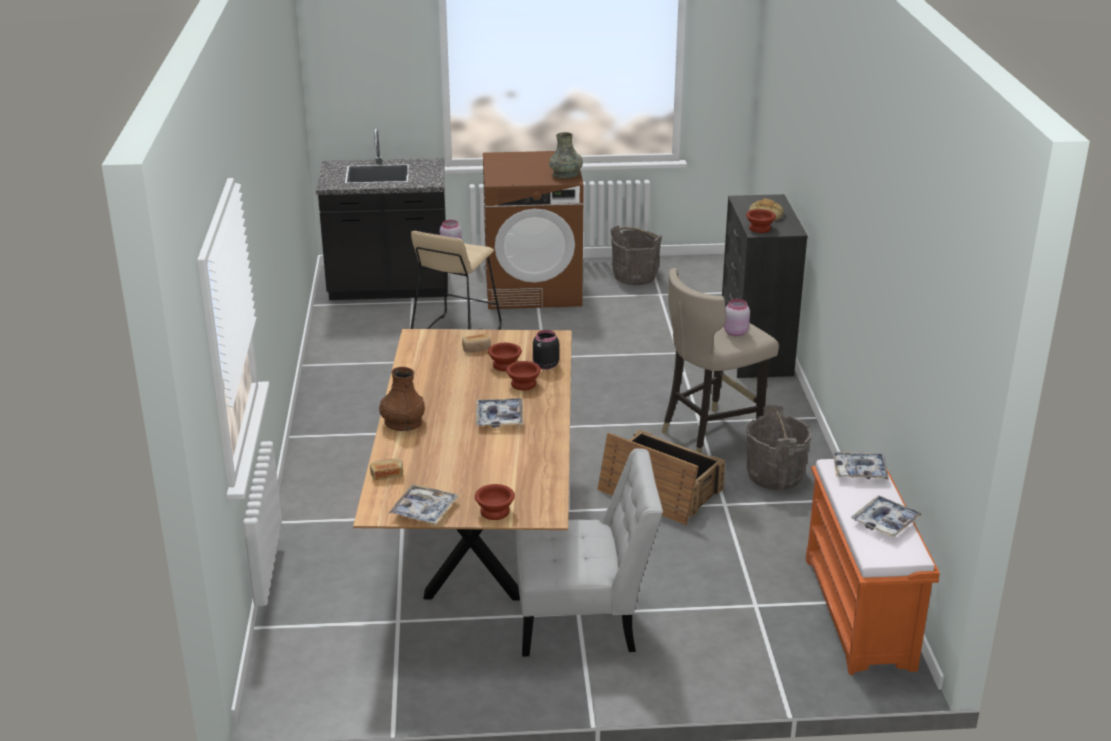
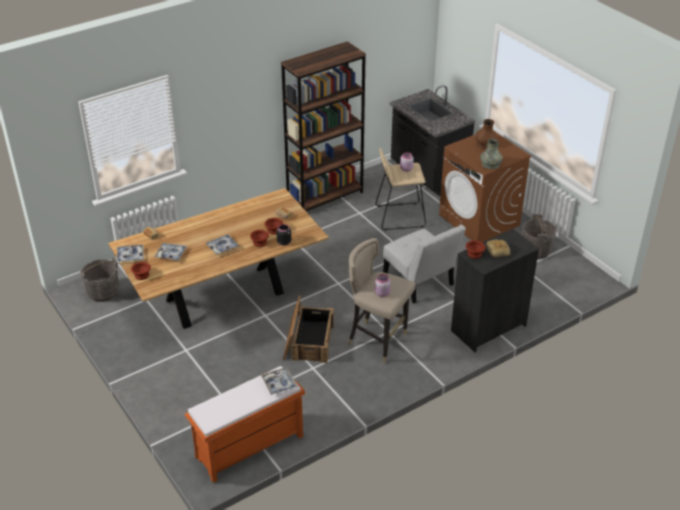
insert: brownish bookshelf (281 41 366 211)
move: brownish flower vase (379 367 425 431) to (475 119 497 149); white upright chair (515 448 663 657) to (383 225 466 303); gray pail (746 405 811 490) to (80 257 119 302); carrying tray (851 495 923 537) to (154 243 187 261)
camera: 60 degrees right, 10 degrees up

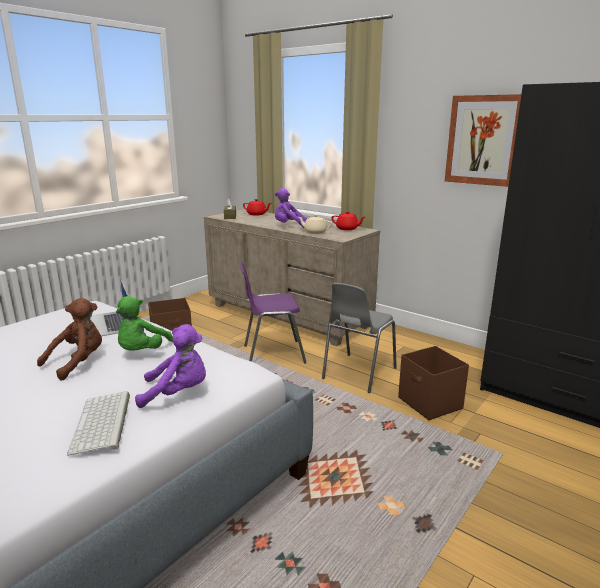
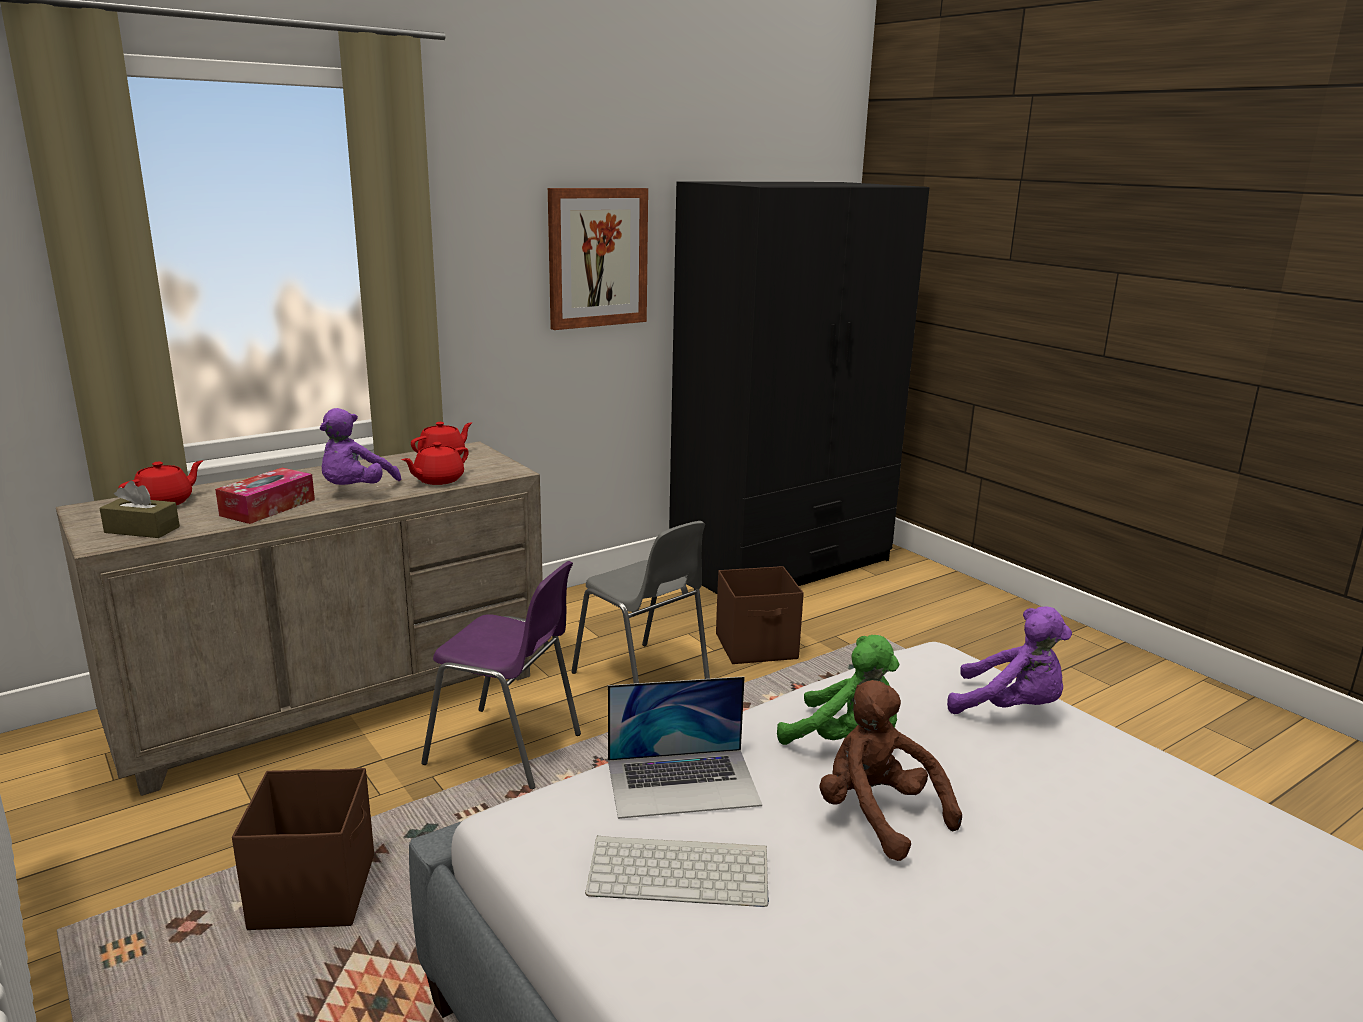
insert: tissue holder (215 468 315 524)
move: computer keyboard (67 392 130 456) to (585 835 769 907)
recolor: beige-coloured teapot (298 214 332 234) to red teapot (401 442 468 485)
rotate: purple-coloured soft toy (135 324 206 408) = (947 606 1072 714) 105 degrees clockwise; purple-coloured upright chair (239 262 307 364) = (421 561 581 789) 75 degrees counterclockwise
camera: 75 degrees left, 0 degrees up

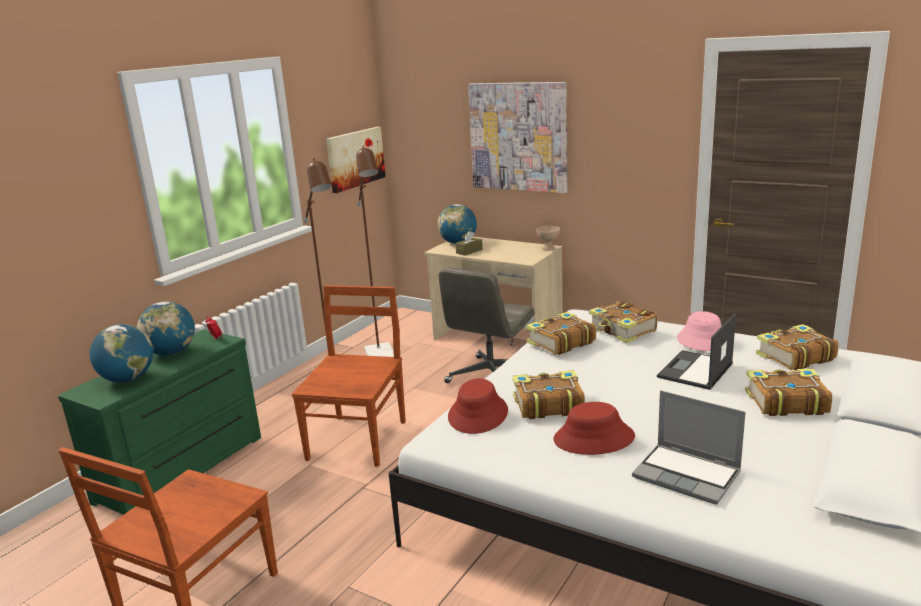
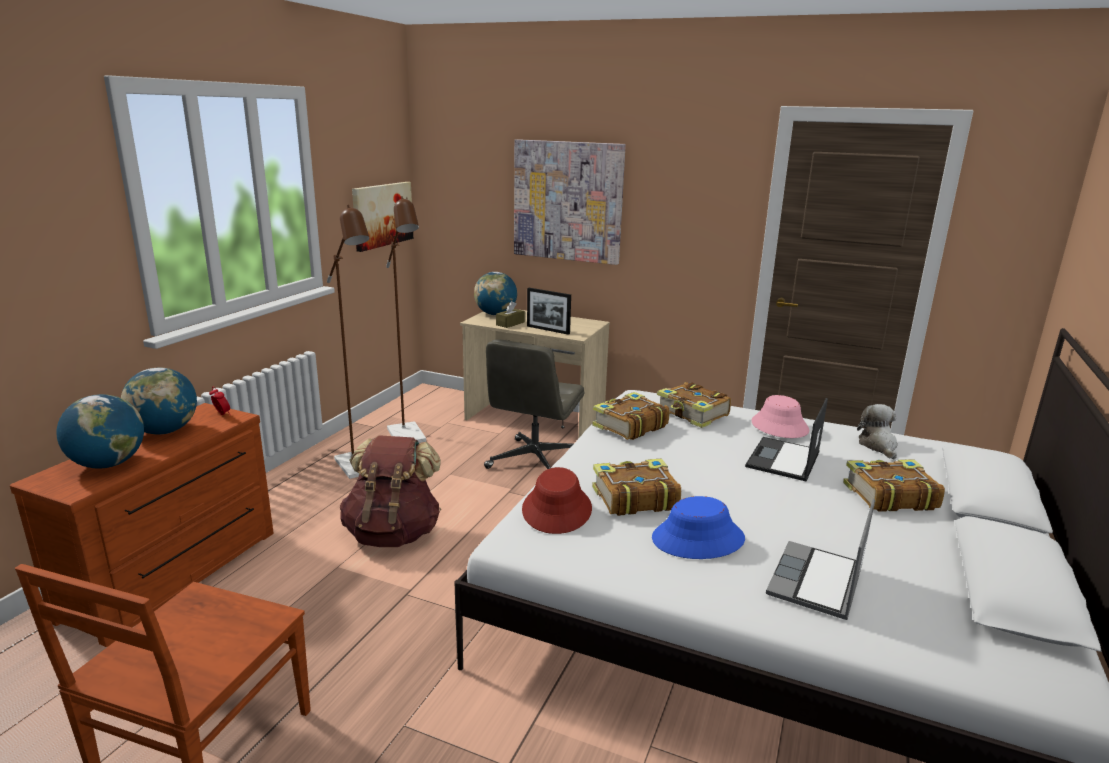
delete: beige-coloured deep dish (536 226 560 251)
insert: photo frame (527 288 571 335)
replace: brownish upright chair (291 285 406 467) to brownish rucksack (340 435 441 547); volume (756 324 839 370) to soft toy (857 404 898 459)
recolor: green dresser (58 329 261 515) to brownish dresser (10 403 274 647); red hat (554 402 635 455) to bluish hat (652 496 745 559)
rotate: laptop (632 390 746 505) = (766 499 875 620) 90 degrees clockwise
camera: 10 degrees left, 0 degrees up

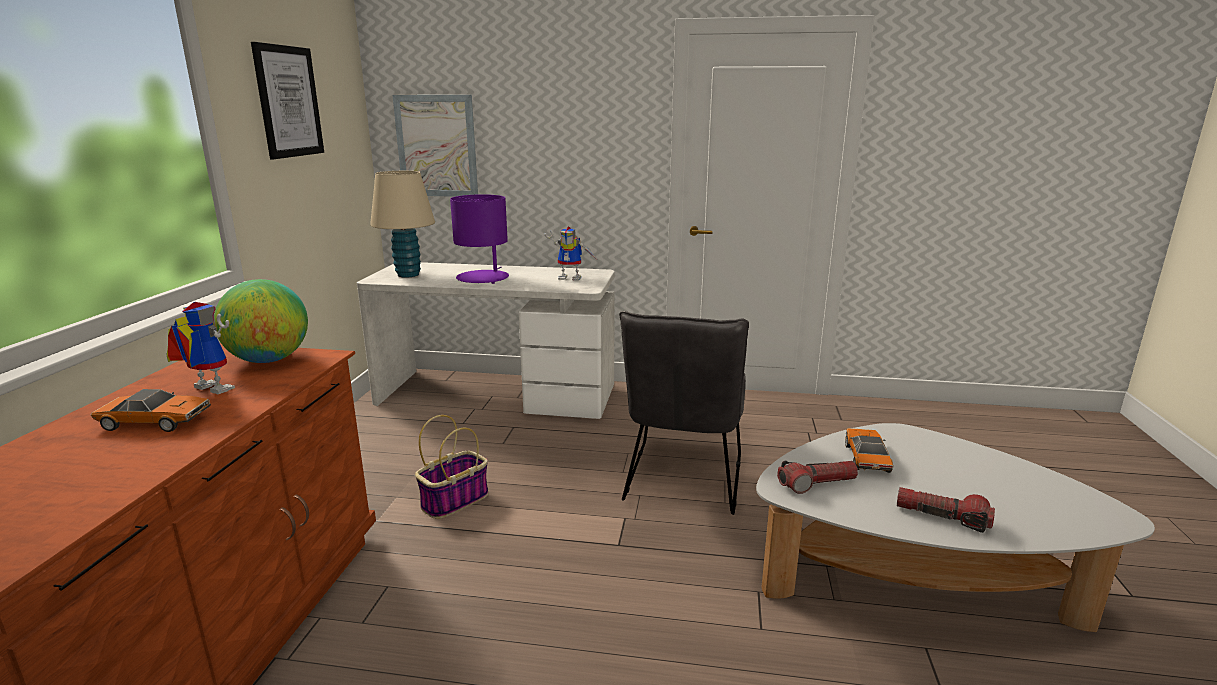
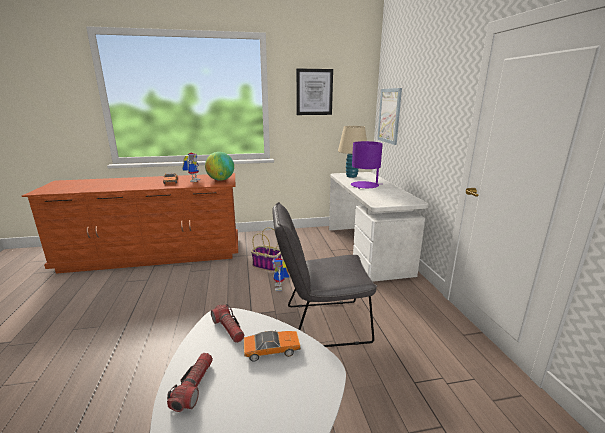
move: model robot (545 226 595 281) to (272 256 289 291)
camera: 70 degrees right, 0 degrees up

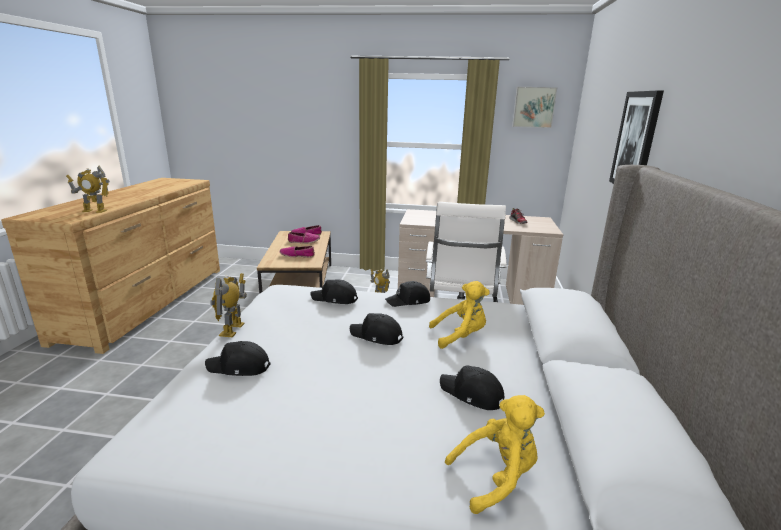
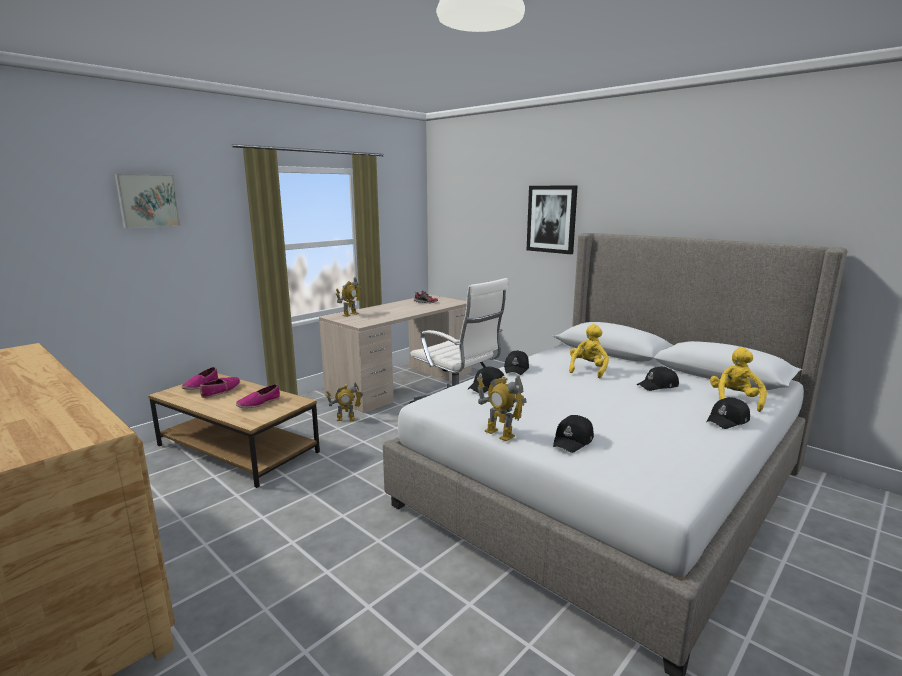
move: model robot (66 165 110 213) to (336 277 362 317); black peaked cap (350 313 403 345) to (706 397 750 429); wall art (512 87 558 128) to (115 174 181 228)
camera: 55 degrees left, 5 degrees down

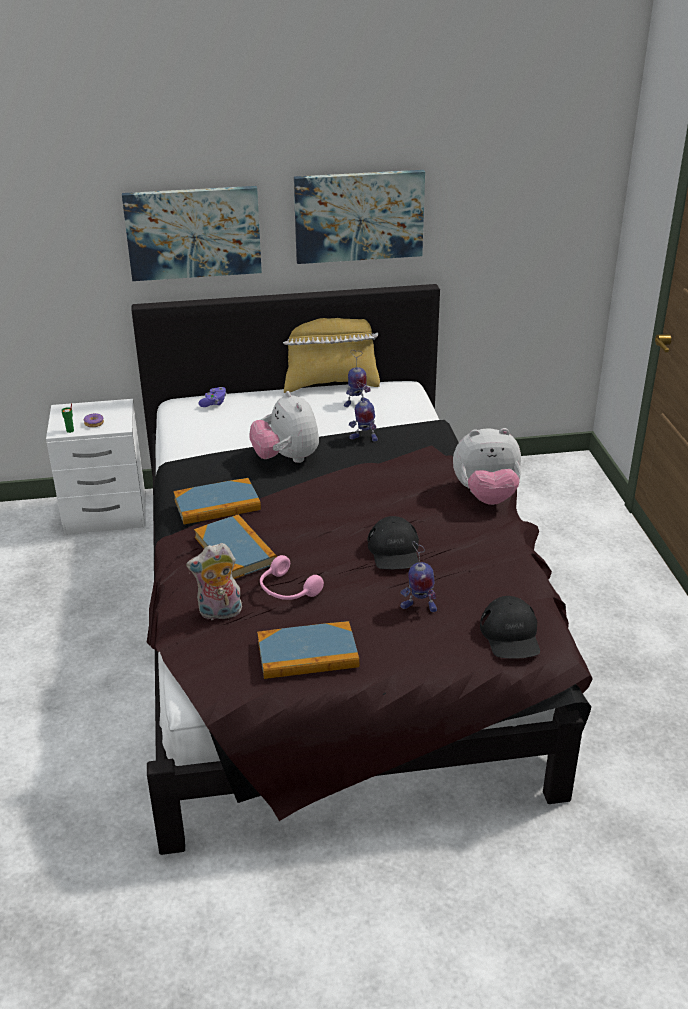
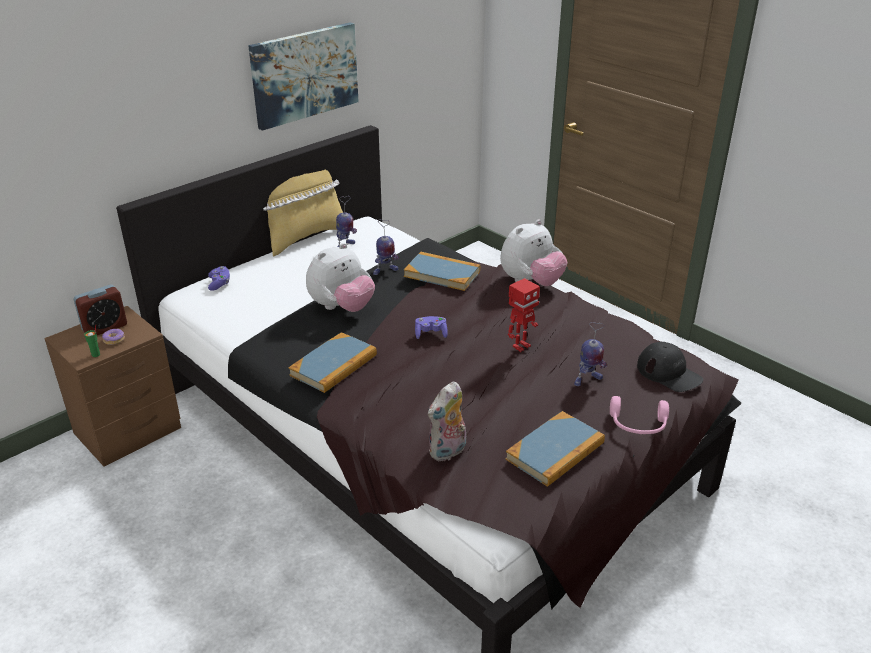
delete: wall art (122 186 262 281)
insert: table clock (73 285 127 335); purple-coloured game controller (415 316 448 339)
move: volume (194 514 277 579) to (404 252 480 291); pinkish headset (260 555 324 600) to (610 396 669 434)
replace: black peaked cap (368 516 419 569) to model robot (508 278 540 352)
recolor: white nightstand (46 399 145 534) to brownish nightstand (44 306 181 466)
rotate: soft toy (250 391 319 463) = (306 243 375 312) 75 degrees counterclockwise
camera: 35 degrees left, 0 degrees up

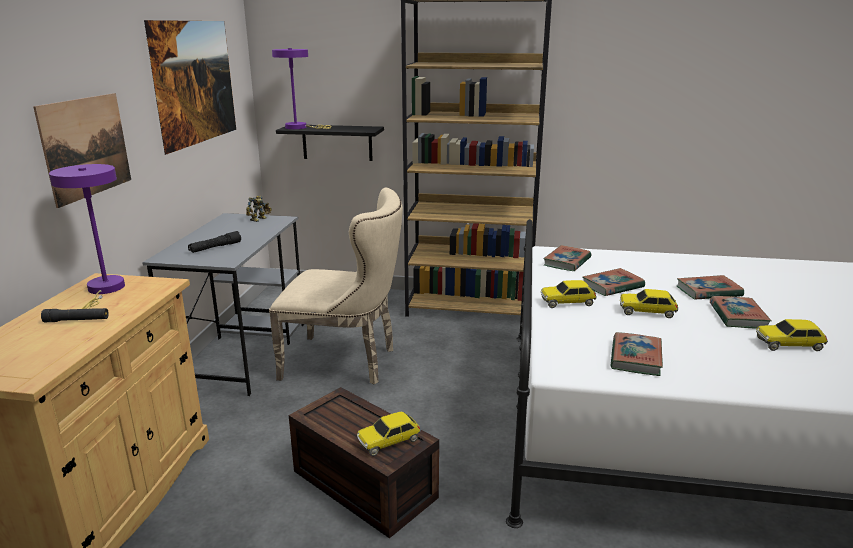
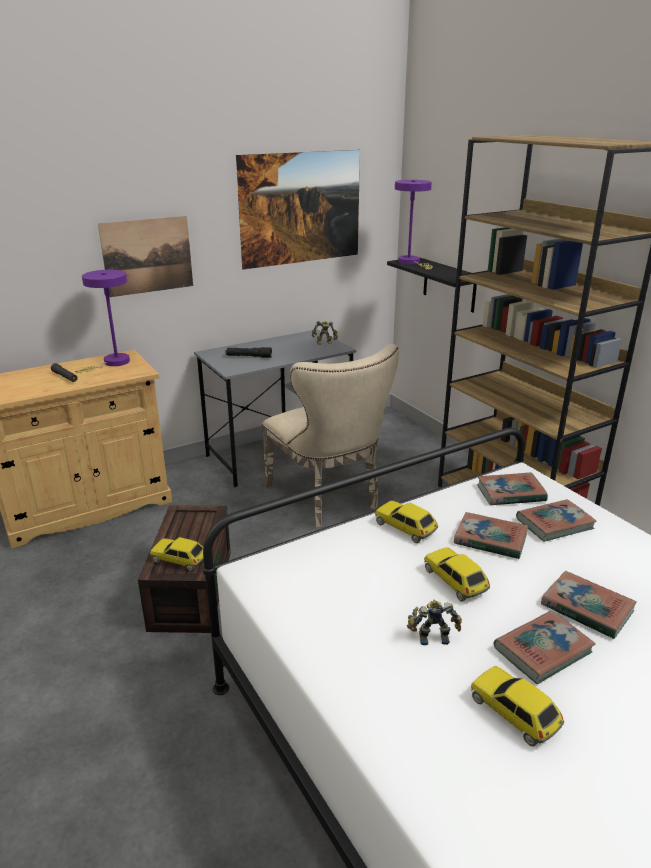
insert: model robot (407 600 462 645)
move: volume (611 332 663 376) to (516 499 597 542)
camera: 50 degrees right, 5 degrees up

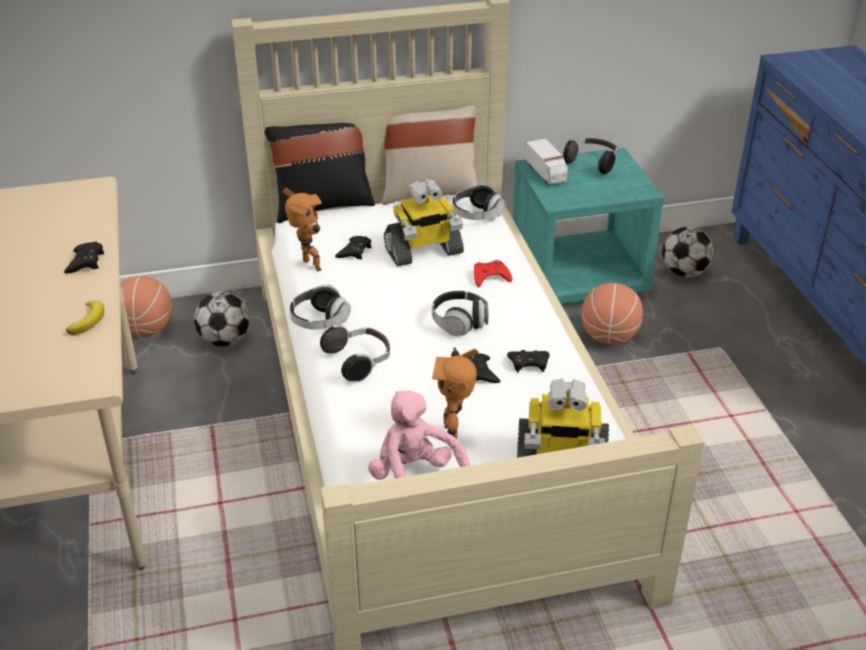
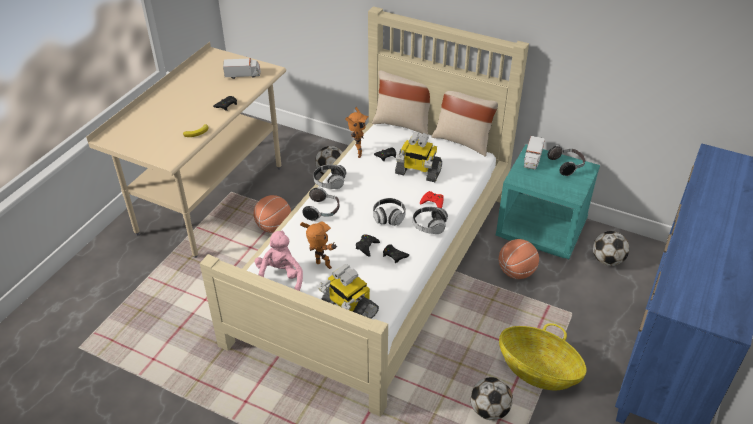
insert: toy lorry (223 58 261 79); ball for football (471 377 513 420); storage basket (499 323 587 390)
move: basketball ball (120 276 172 337) to (254 195 291 233); headset (452 184 505 220) to (413 207 448 234)
recolor: black cushion (265 123 375 223) to beige-coloured cushion (372 70 430 135)
rotate: model robot (432 347 478 439) = (300 221 338 269) 90 degrees clockwise
camera: 40 degrees right, 5 degrees up

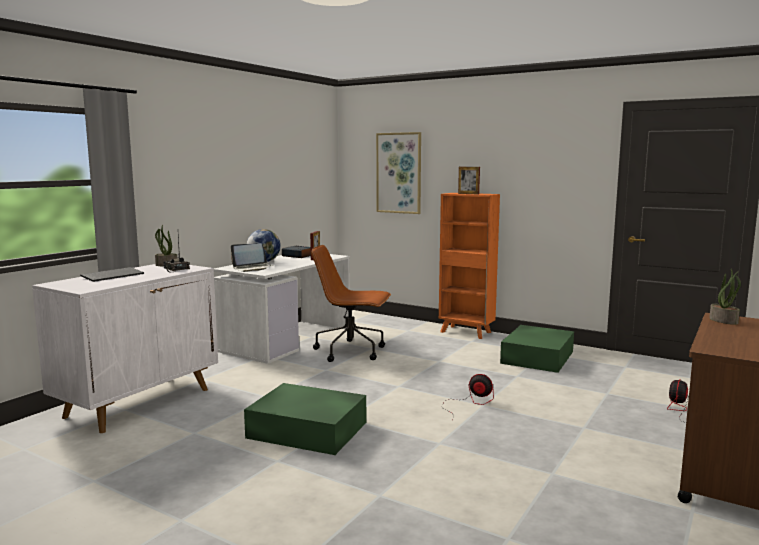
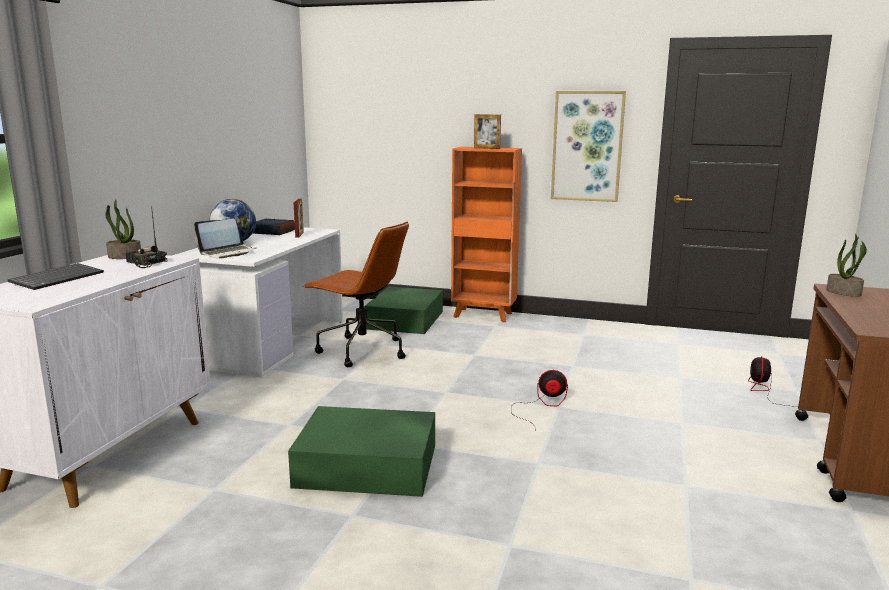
move: wall art (376 132 421 214) to (551 91 626 202); green storage bin (500 325 574 373) to (364 287 443 334)
rotate: brownish desk chair (311 245 391 362) = (303 221 409 367) 150 degrees counterclockwise
camera: 15 degrees left, 5 degrees up

